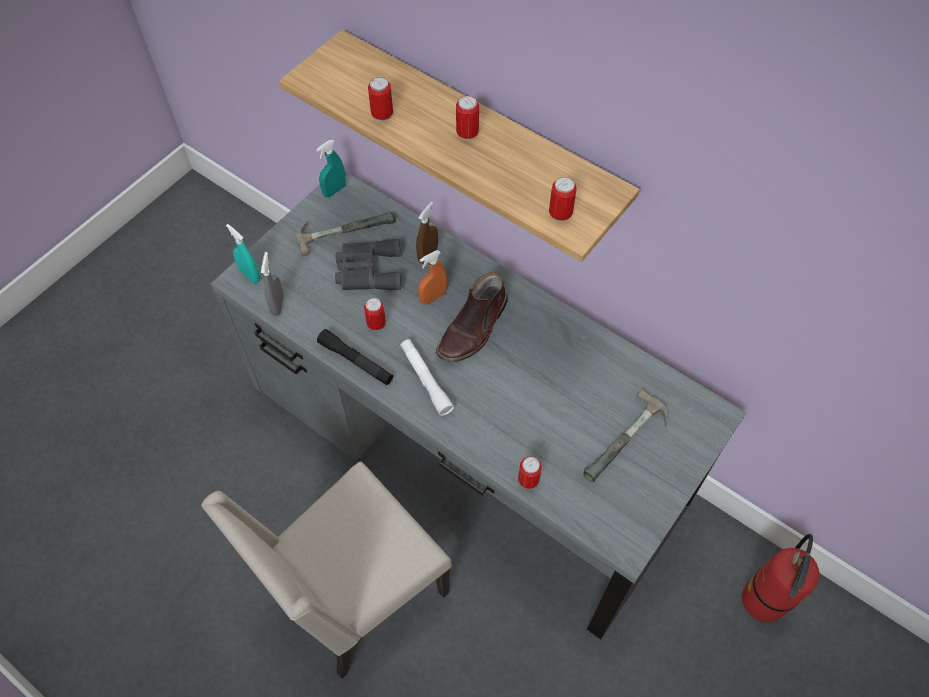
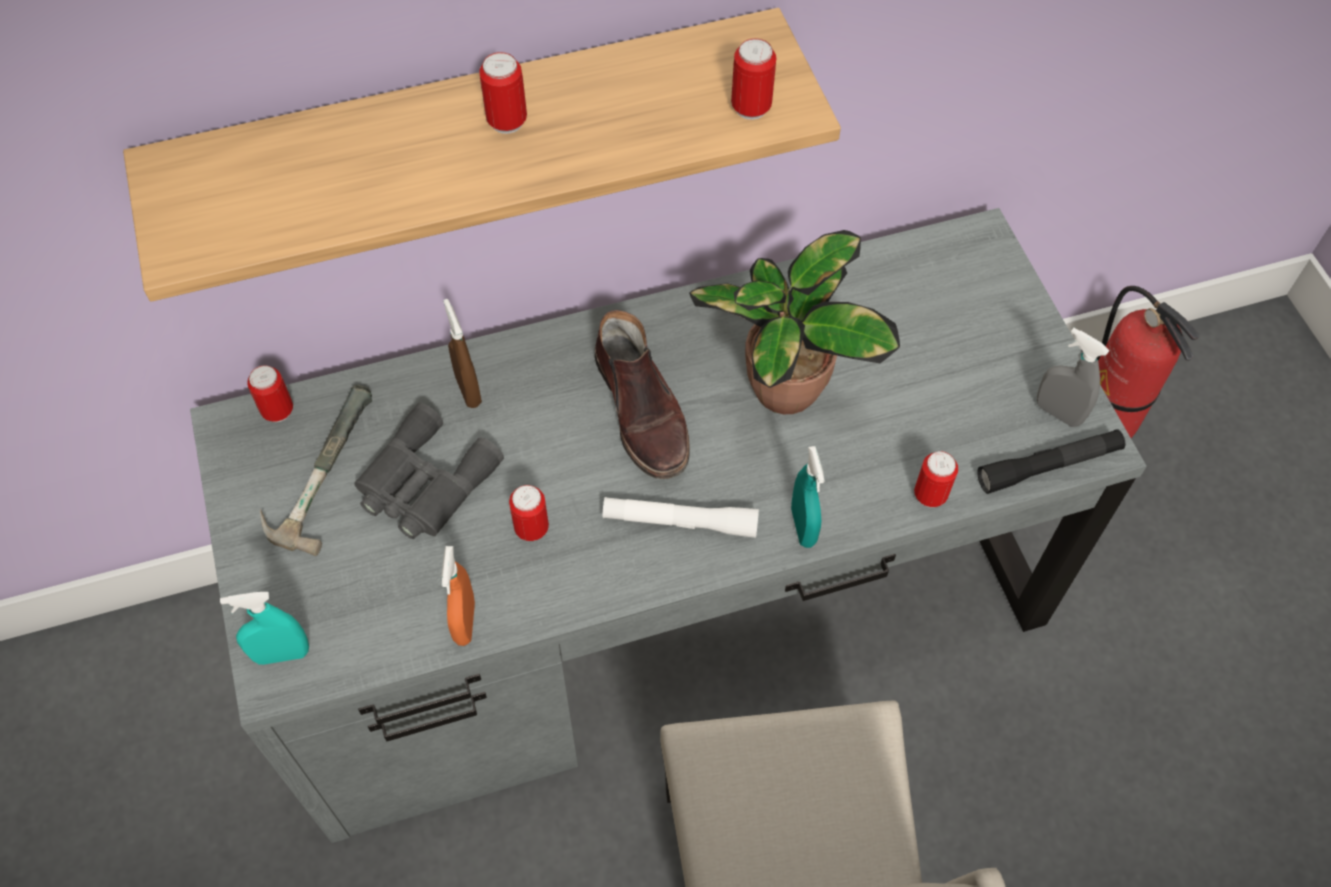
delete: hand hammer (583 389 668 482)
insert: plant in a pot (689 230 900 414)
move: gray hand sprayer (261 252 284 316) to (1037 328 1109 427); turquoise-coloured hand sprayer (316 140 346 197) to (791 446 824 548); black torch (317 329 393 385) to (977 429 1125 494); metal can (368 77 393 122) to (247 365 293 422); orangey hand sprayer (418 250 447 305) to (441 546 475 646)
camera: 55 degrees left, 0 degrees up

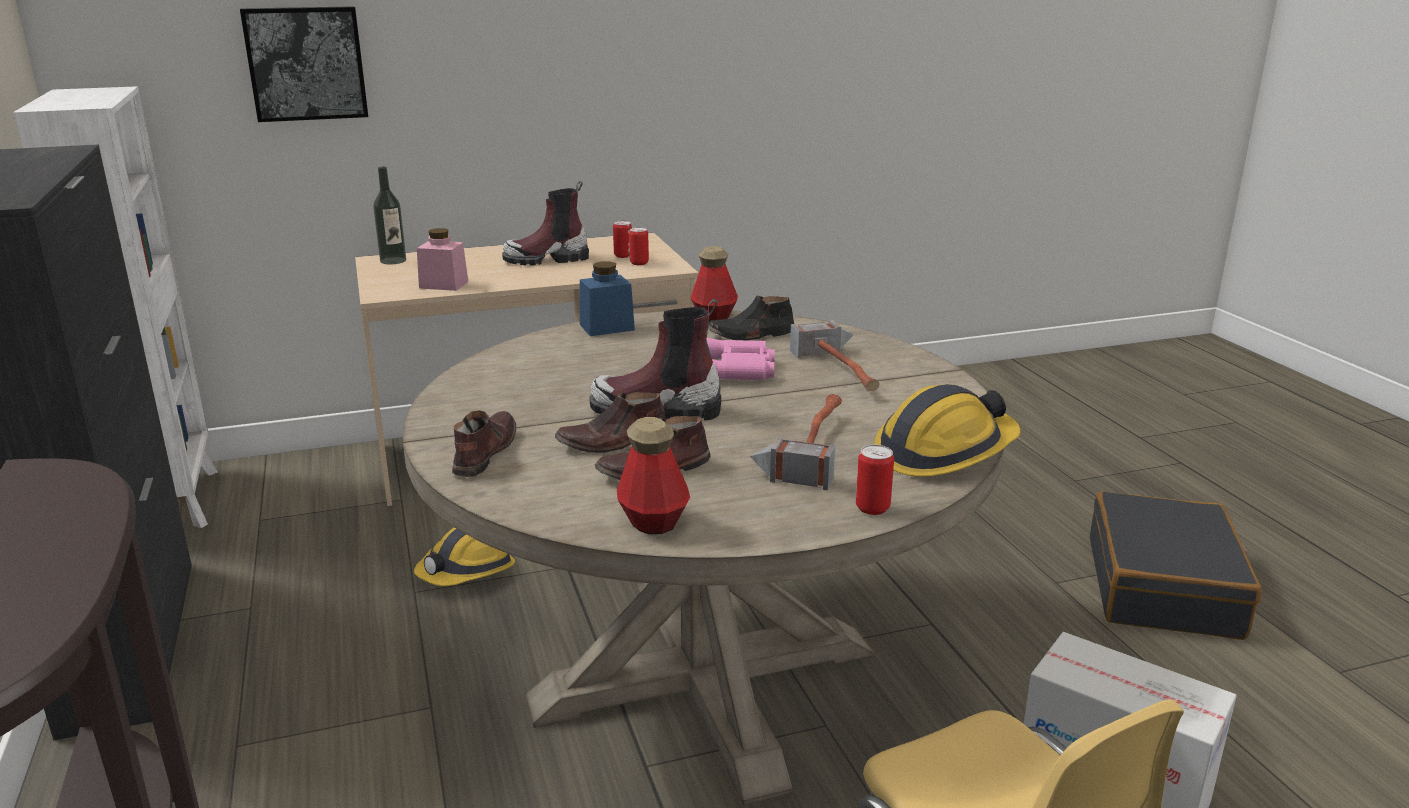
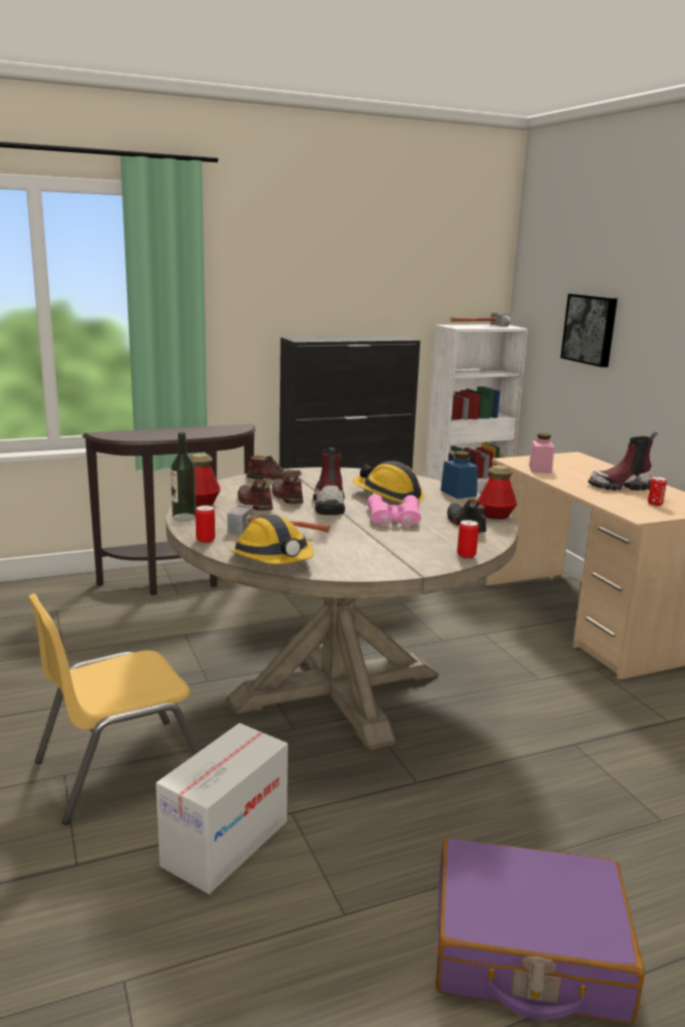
move: beverage bottle (373 167 406 264) to (171 432 196 521); work helmet (414 527 515 586) to (353 461 424 503); metal can (629 227 649 265) to (457 520 479 558); hand hammer (790 320 880 391) to (450 312 510 327)
recolor: black suitcase (1090 492 1261 640) to purple-coloured suitcase (436 837 645 1024)
rotate: boot (502 181 589 266) = (588 432 657 491) 75 degrees counterclockwise
camera: 85 degrees right, 5 degrees down

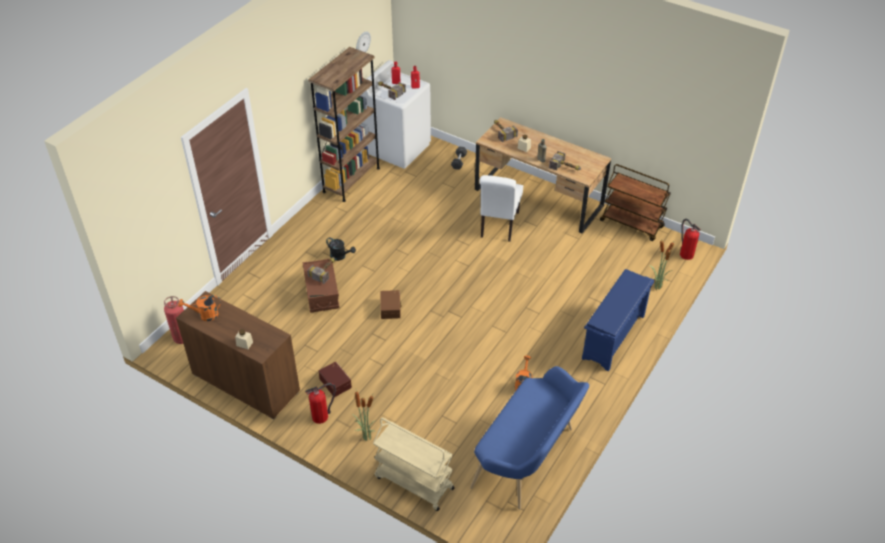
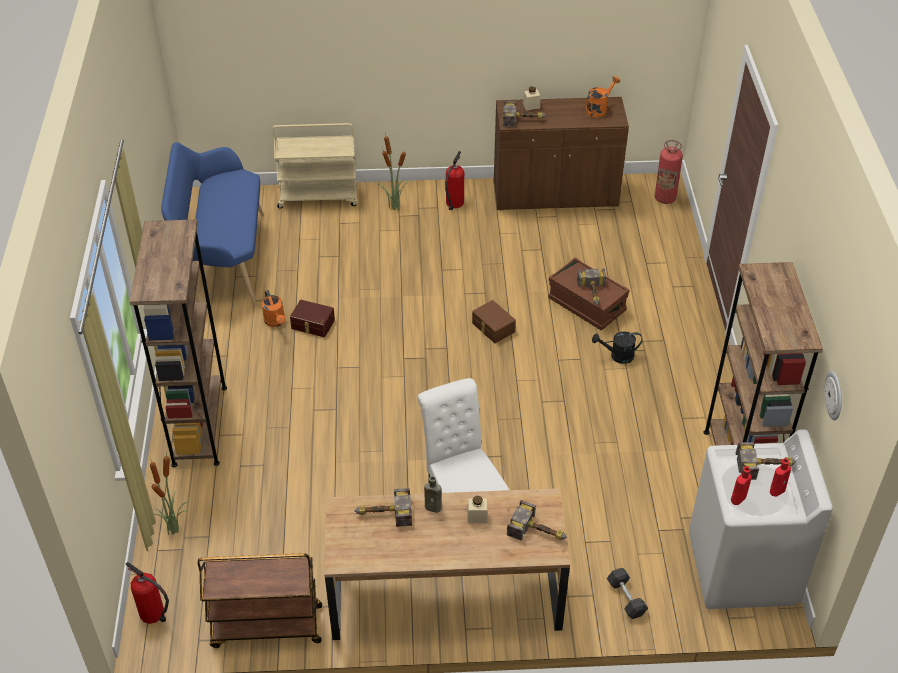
insert: hand hammer (503 101 546 127)
move: brownish storage bin (319 361 352 397) to (290 300 335 337)
replace: bluish shoe shelf (582 269 654 372) to brownish bookshelf (130 219 227 467)
camera: 145 degrees right, 0 degrees up

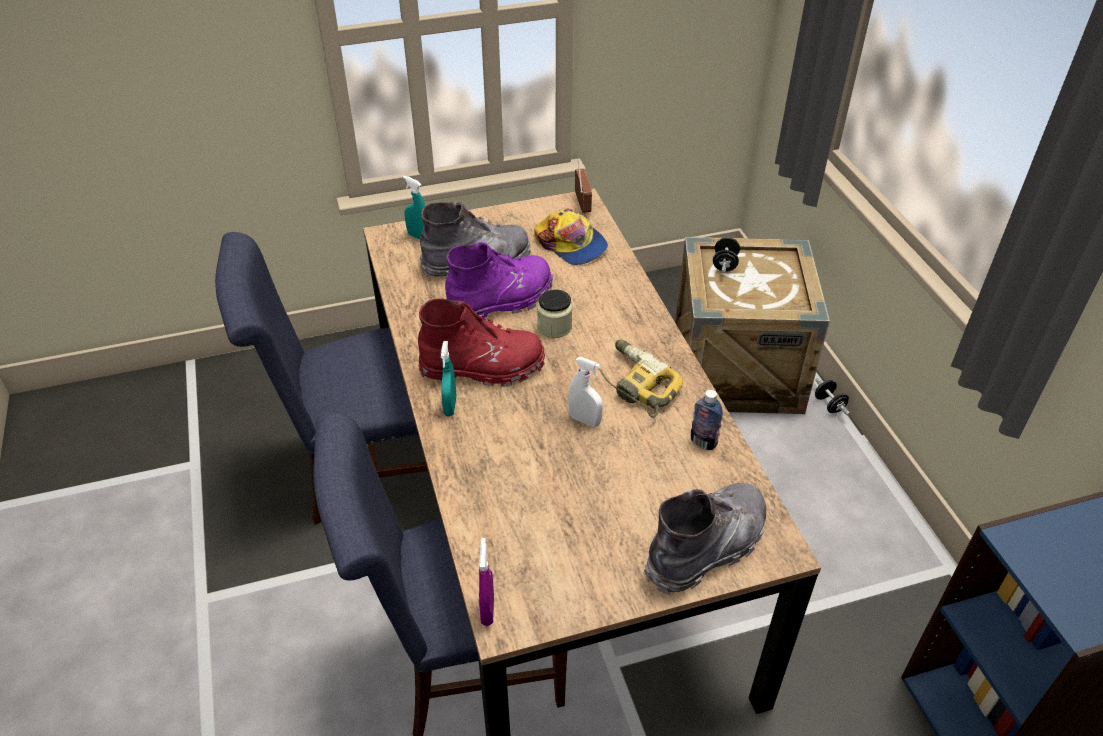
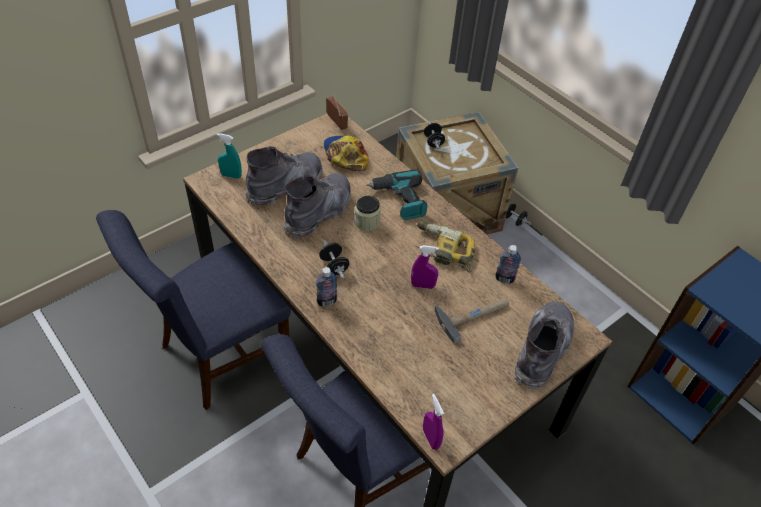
insert: electric drill (366 169 427 220); hand hammer (434 298 509 343)
replace: red boot (418 298 545 387) to black hand weight (319 240 350 279); turquoise-coloured hand sprayer (441 341 457 416) to beverage bottle (316 267 337 307)
recolor: purple-coloured boot (445 242 553 321) to gray boot (284 173 351 239); white hand sprayer (568 357 603 427) to purple-coloured hand sprayer (411 245 439 289)
rotate: peaked cap (534 208 608 265) = (324 135 369 171) 135 degrees counterclockwise
camera: 25 degrees left, 5 degrees up

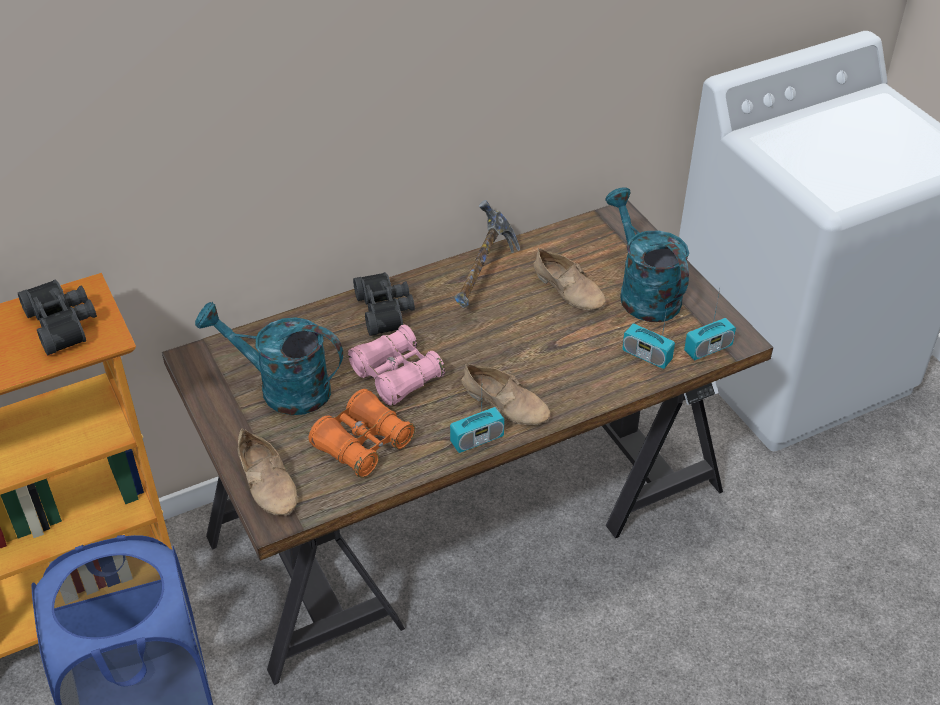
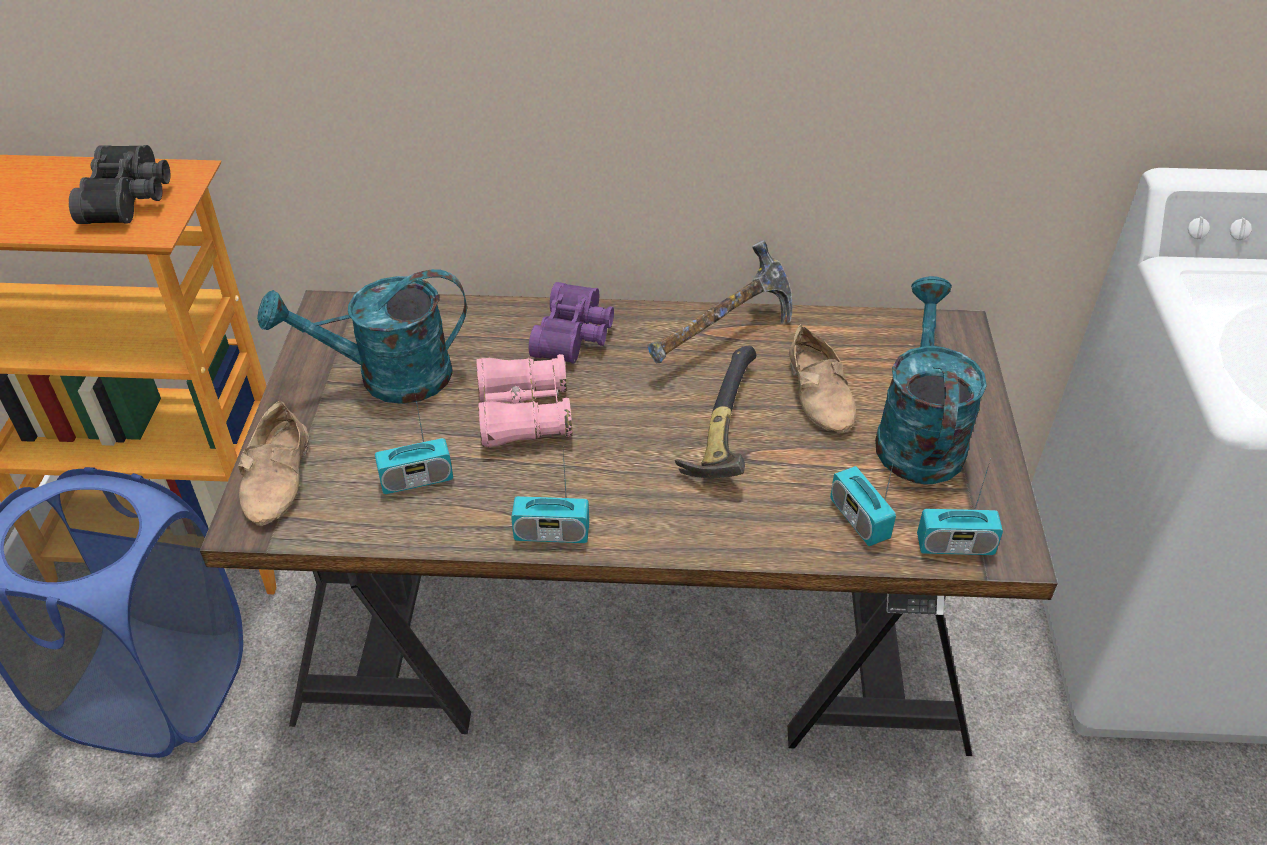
delete: beige-coloured item of footwear (461 364 550 425)
insert: hand hammer (675 345 756 478)
replace: orangey pair of binoculars (309 389 415 478) to radio (375 395 453 494)
recolor: black pair of binoculars (353 272 415 336) to purple-coloured pair of binoculars (529 282 614 364)
rotate: turquoise-coloured watering pot (195 302 343 415) = (257 269 467 404) 60 degrees counterclockwise
camera: 30 degrees right, 0 degrees up

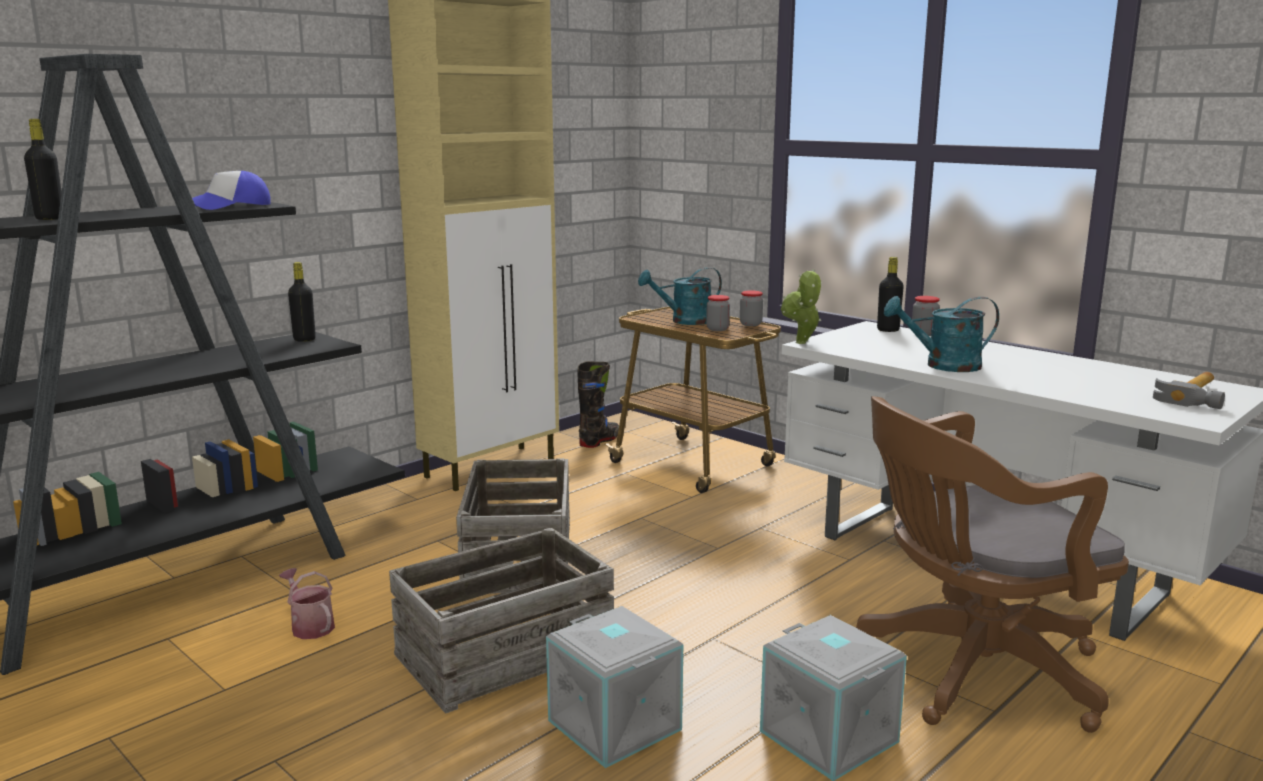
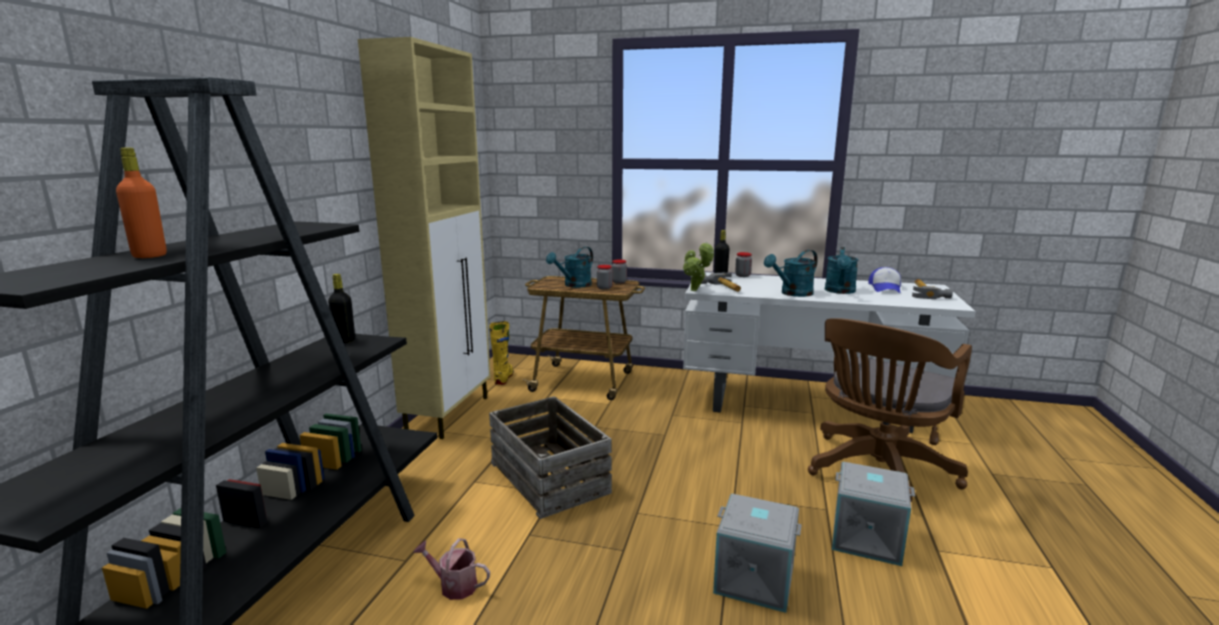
delete: packing crate (389 528 614 714)
insert: hand hammer (701 273 741 292); turquoise-coloured watering pot (825 247 858 294)
move: peaked cap (192 171 271 210) to (868 267 901 293)
recolor: black beverage bottle (24 119 62 220) to orangey beverage bottle (116 148 167 258); black boot (578 361 619 448) to yellowish boot (489 321 514 385)
camera: 30 degrees left, 0 degrees up

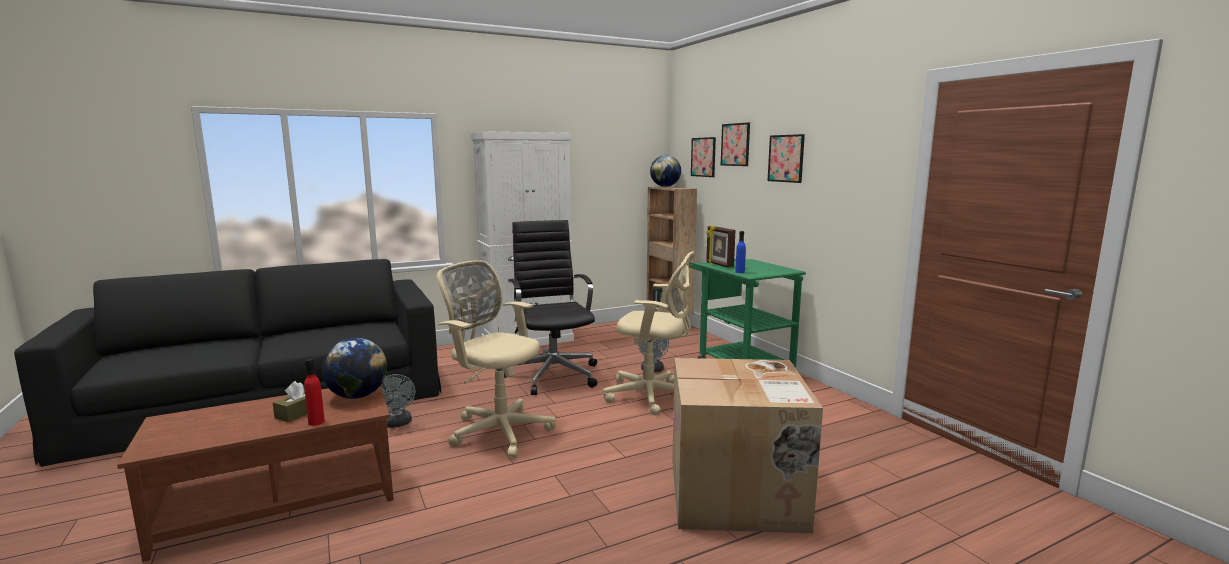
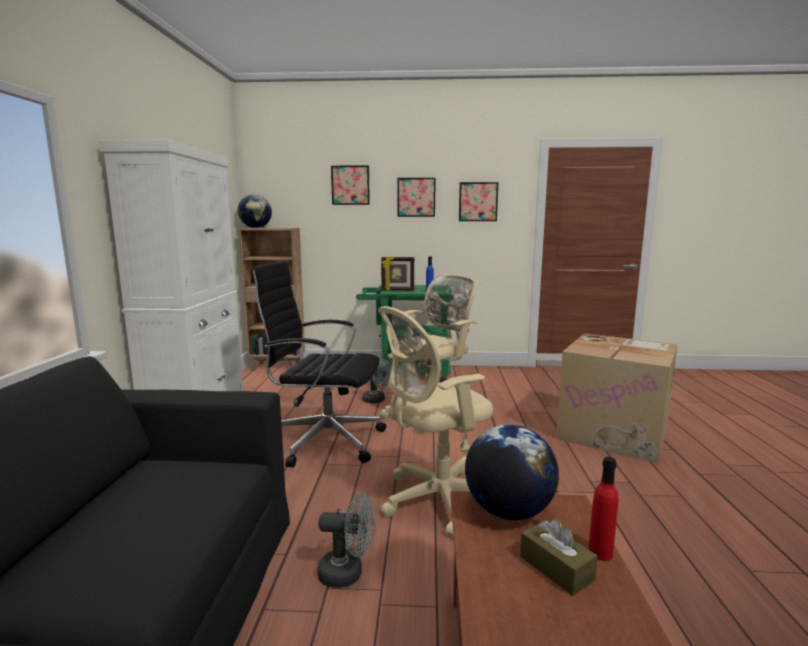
move: wall art (691 137 716 177) to (459 182 498 221)
camera: 60 degrees left, 0 degrees up

